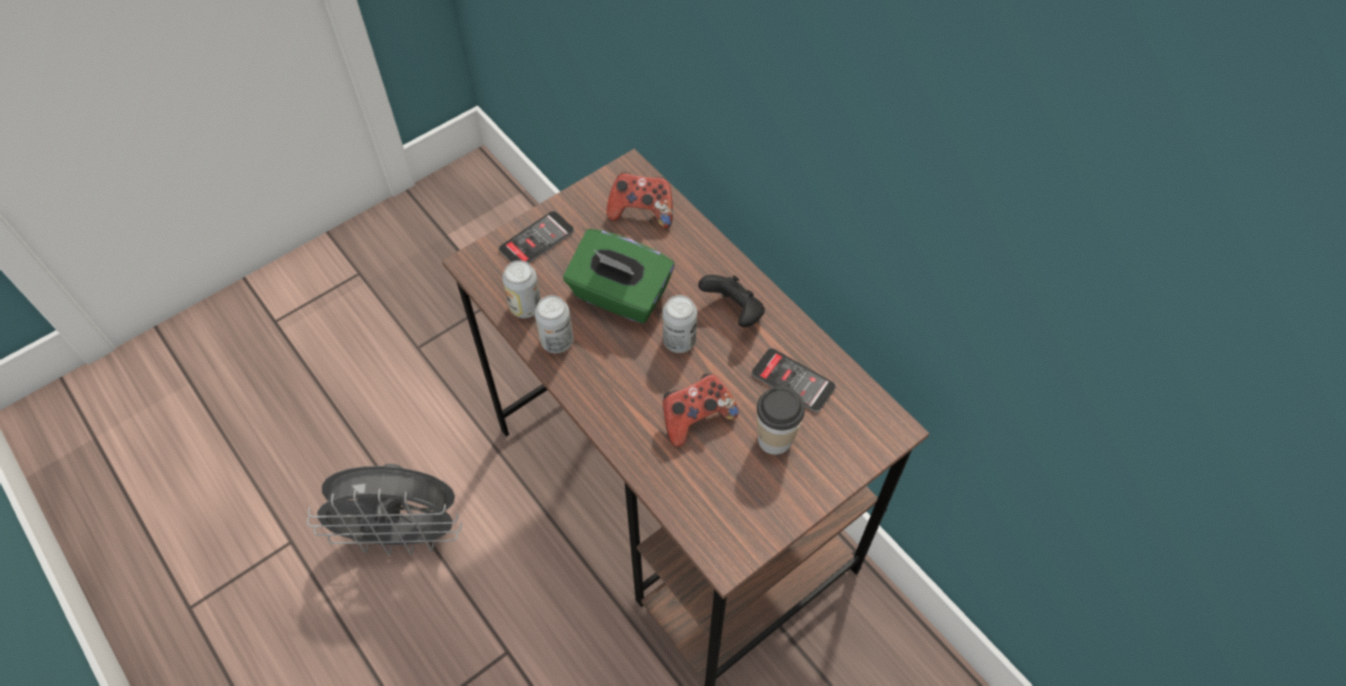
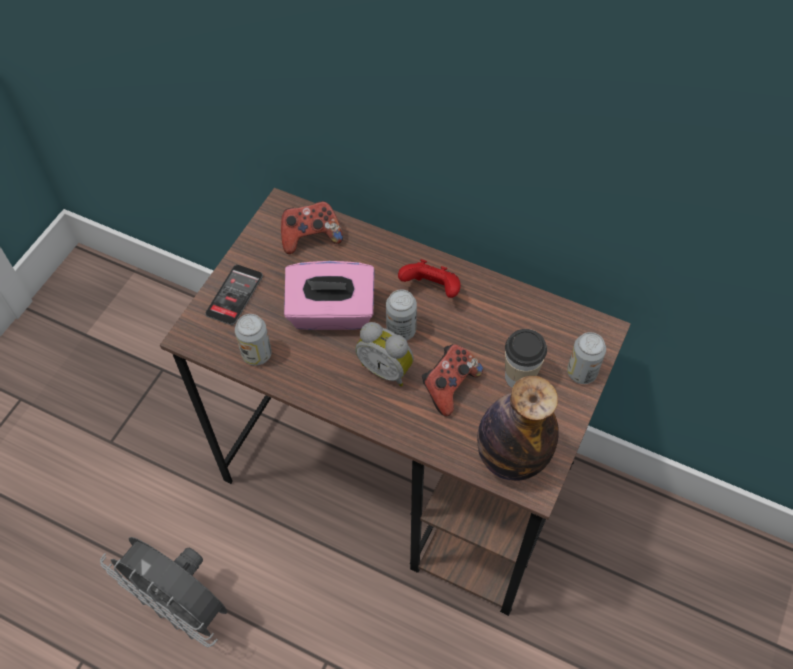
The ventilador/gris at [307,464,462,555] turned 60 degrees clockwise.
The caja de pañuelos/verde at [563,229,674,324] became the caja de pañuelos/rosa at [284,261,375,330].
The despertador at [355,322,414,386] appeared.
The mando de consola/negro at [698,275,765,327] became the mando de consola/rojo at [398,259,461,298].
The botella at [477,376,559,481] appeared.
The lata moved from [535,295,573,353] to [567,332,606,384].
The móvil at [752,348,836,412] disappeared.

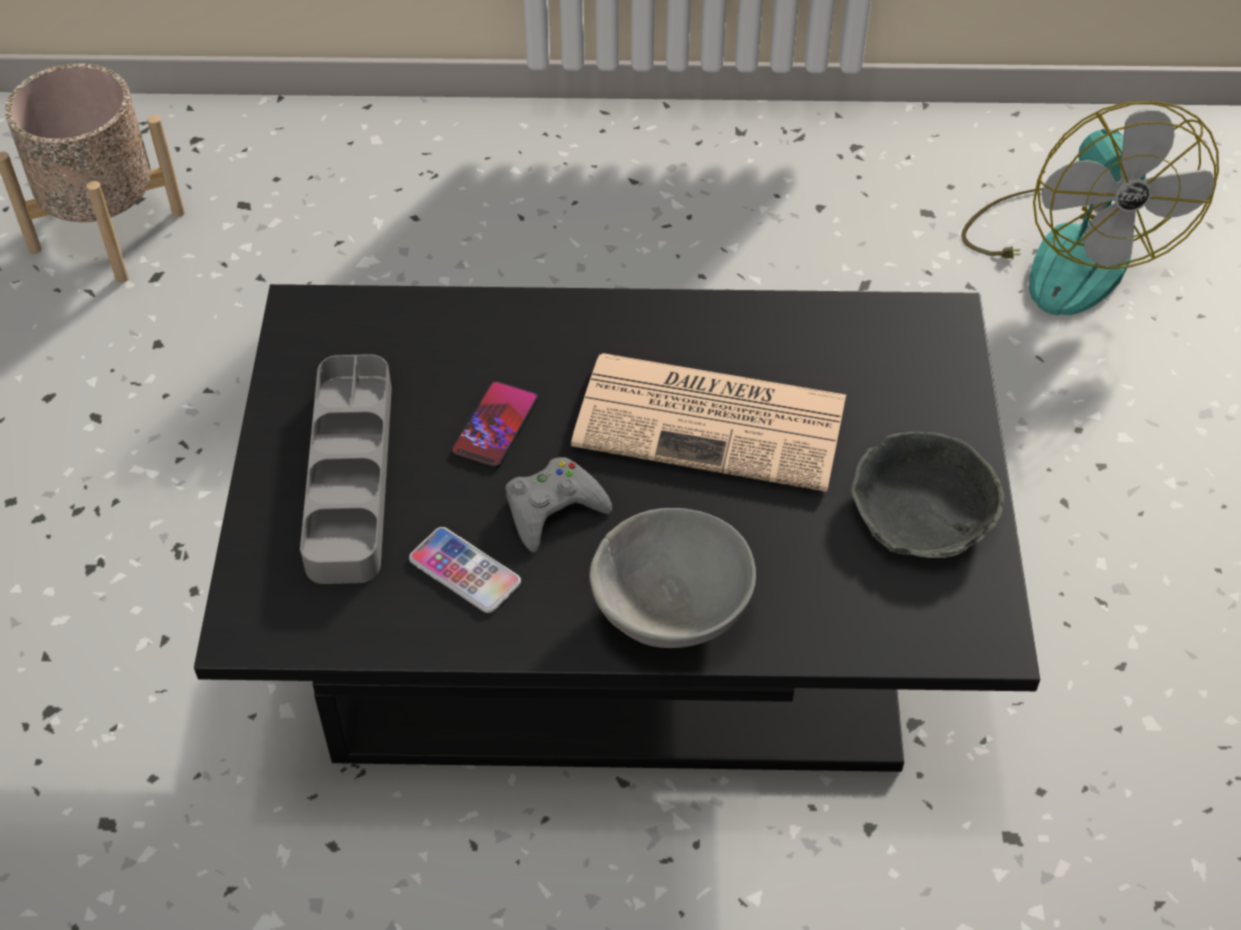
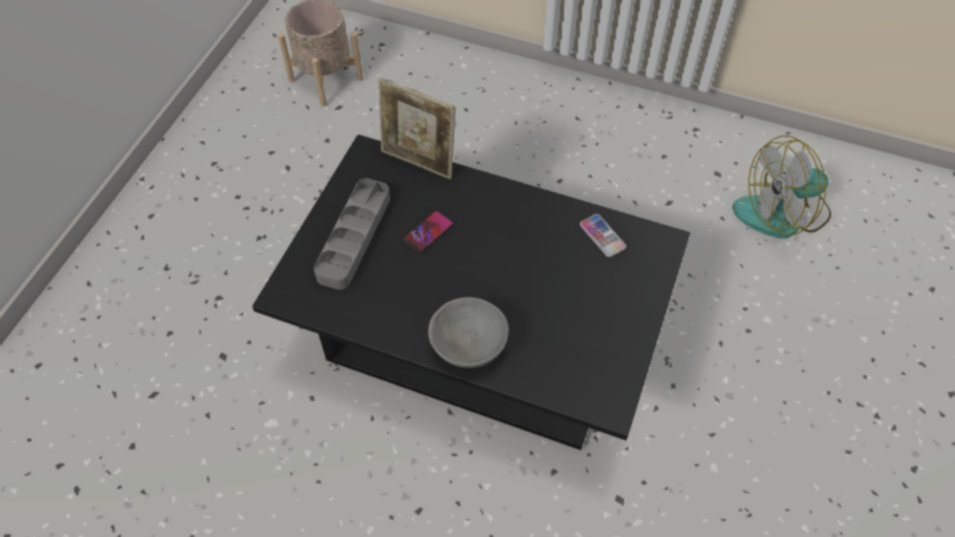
The portarretratos at [378,78,455,180] appeared.
The móvil moved from [409,527,521,613] to [580,214,626,257].
The ventilador at [961,101,1219,315] turned 60 degrees clockwise.
The mando de consola/gris at [505,457,612,552] disappeared.
The periódico at [571,353,846,492] disappeared.
The cuenco/gris at [851,432,1004,558] disappeared.

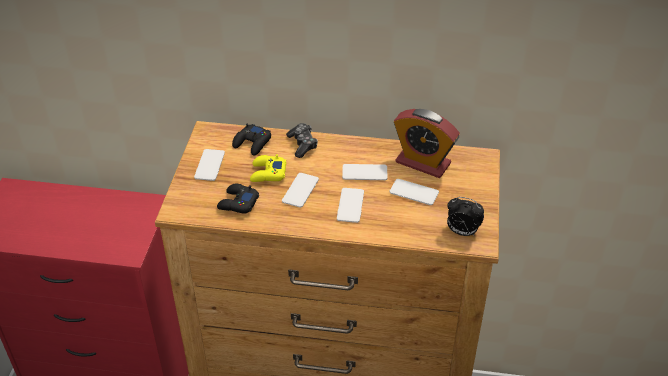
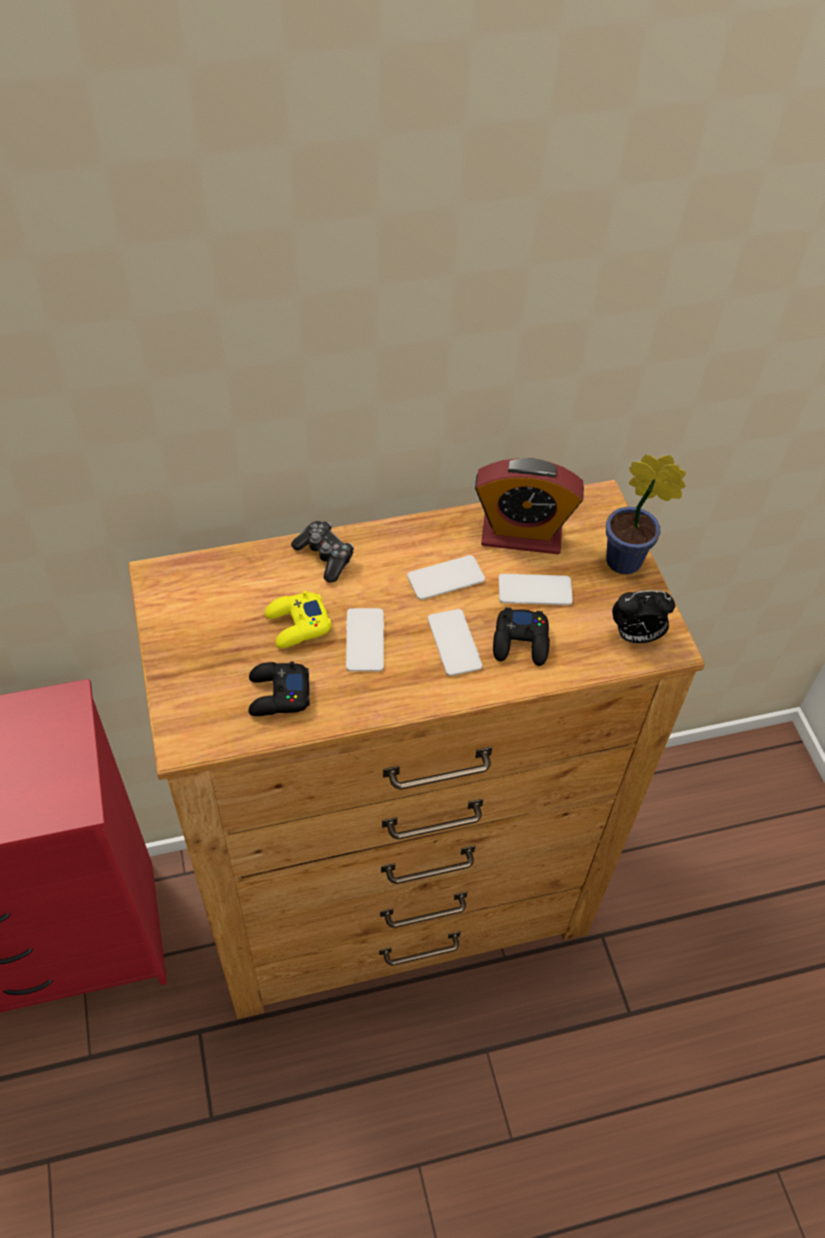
The mando de consola/negro moved from [232,124,271,156] to [493,607,550,666].
The planta en maceta at [606,455,686,574] appeared.
The móvil at [194,149,225,181] disappeared.

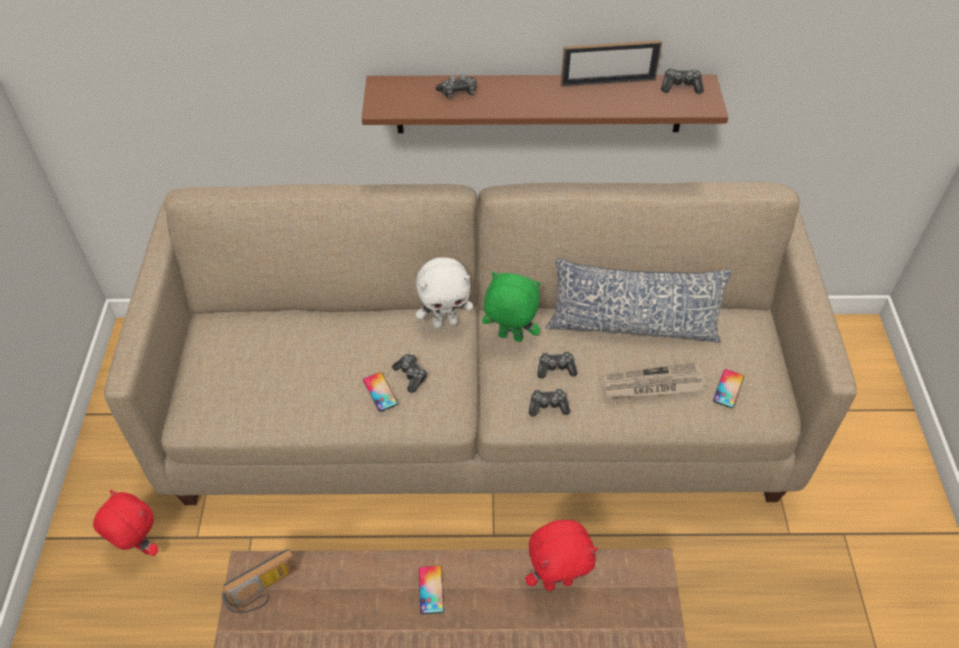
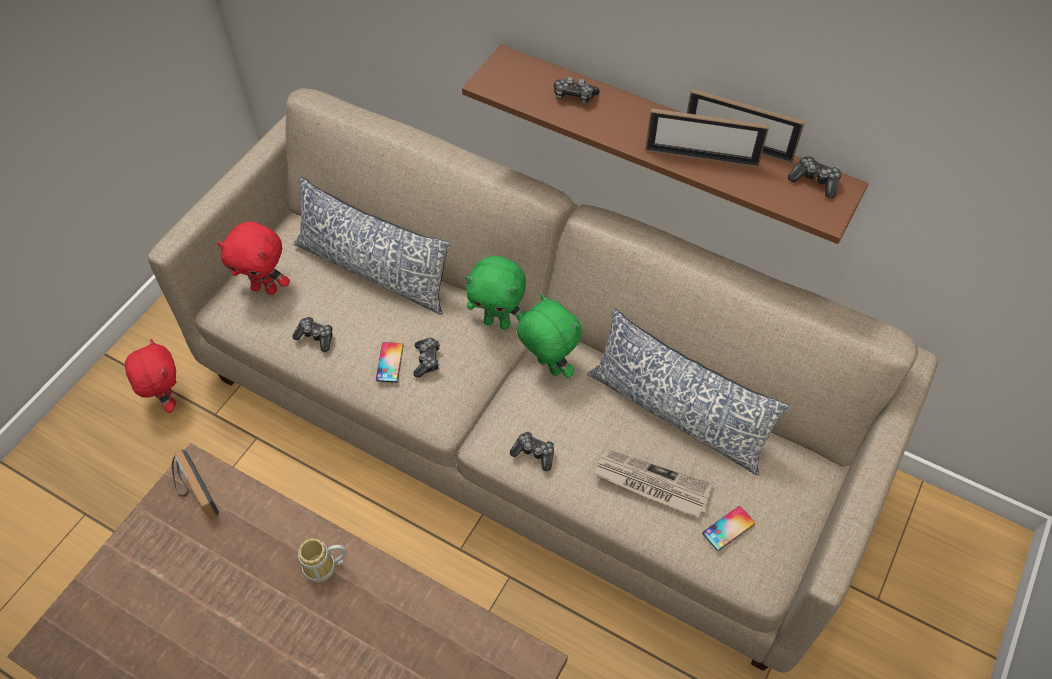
The radio at [222,549,298,613] turned 60 degrees clockwise.
The peluche/rojo moved from [525,520,598,591] to [217,222,290,295].
The mando de consola moved from [537,351,578,378] to [292,317,332,352].
The cojín at [293,177,451,315] appeared.
The móvil at [419,566,444,614] was replaced by the taza grande at [298,538,347,583].
The peluche/blanco at [416,257,473,328] became the peluche/verde at [465,256,526,330].
The portarretratos at [645,108,769,167] appeared.

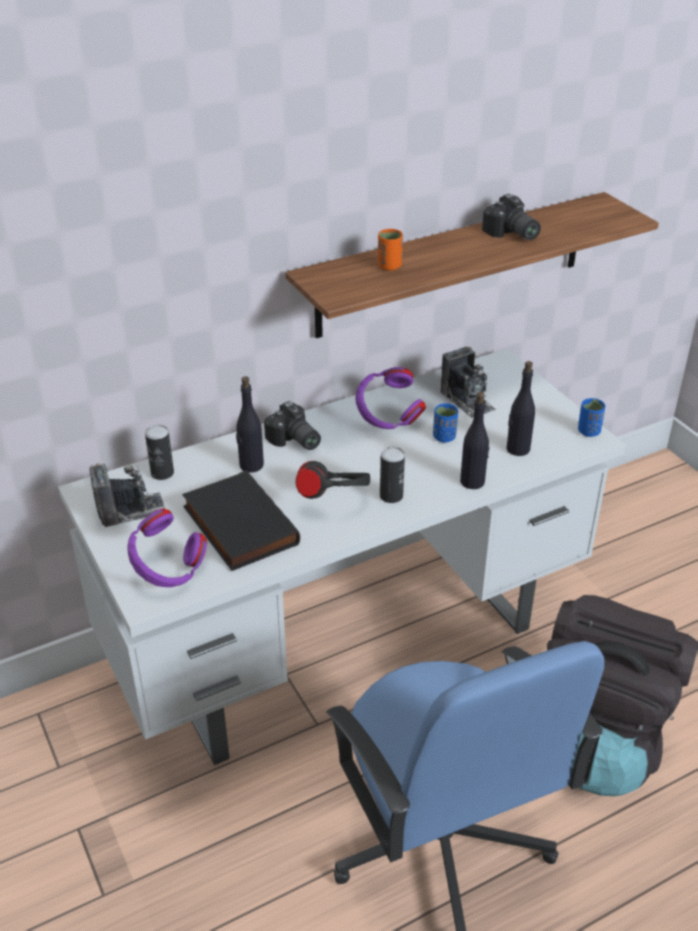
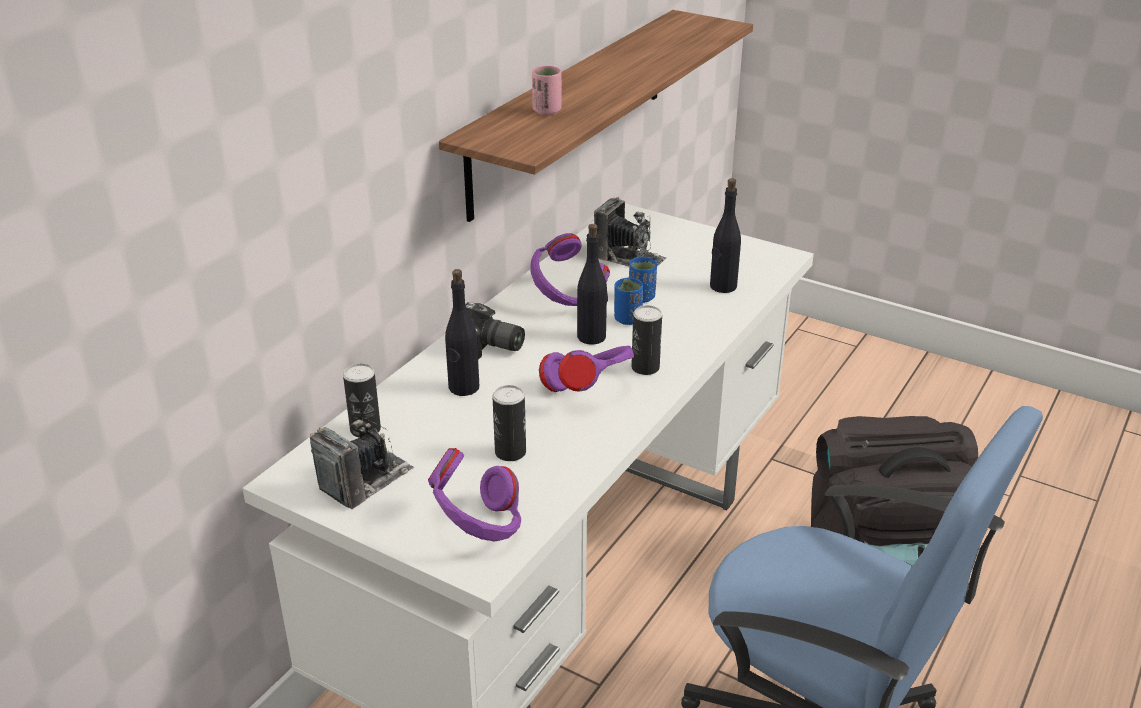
The libro/negro at [182,470,300,571] was replaced by the lata at [492,385,526,461].
The taza/naranja at [378,229,403,271] became the taza/rosa at [532,66,562,115].
The auriculares/negro at [296,461,370,499] became the auriculares/morado at [539,346,634,392].
The botella/negro moved from [460,392,489,489] to [577,224,608,345].
The taza/azul moved from [578,398,605,437] to [614,278,643,325].
The cámara at [482,194,541,240] disappeared.

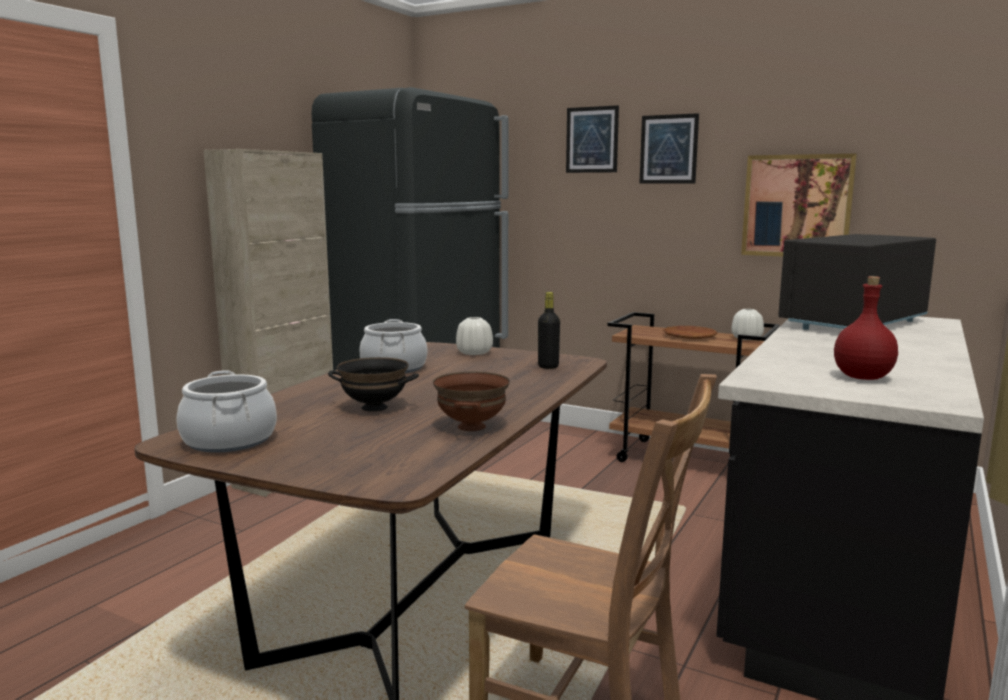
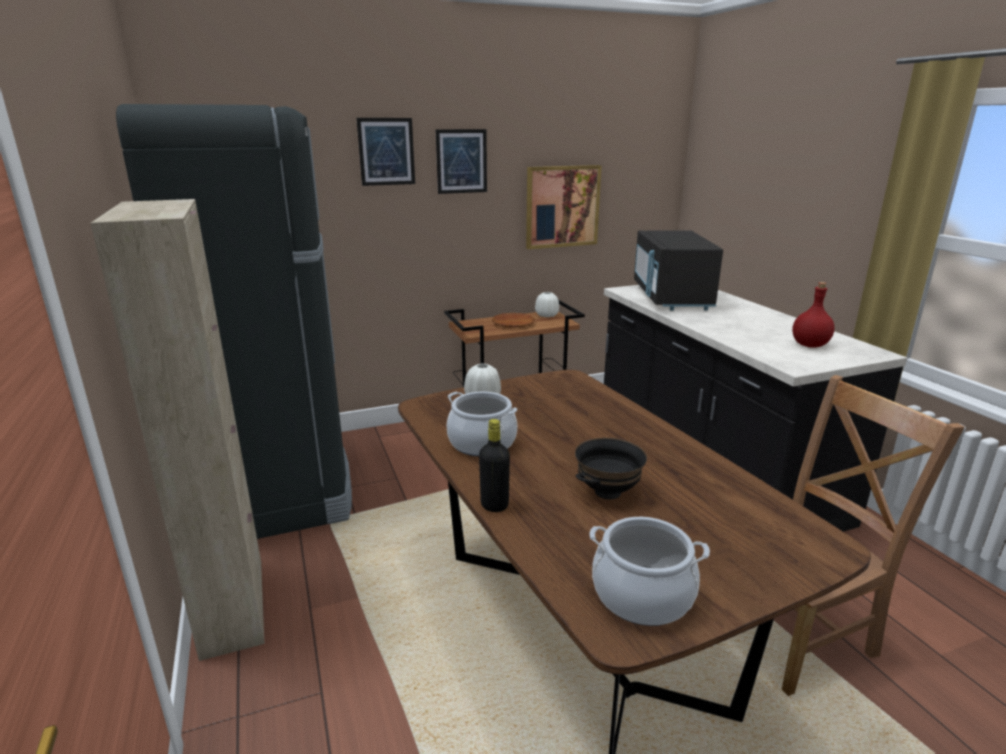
The botella/negro moved from [538,292,560,369] to [479,419,510,512].
The cuenco/marrón at [433,372,510,431] disappeared.

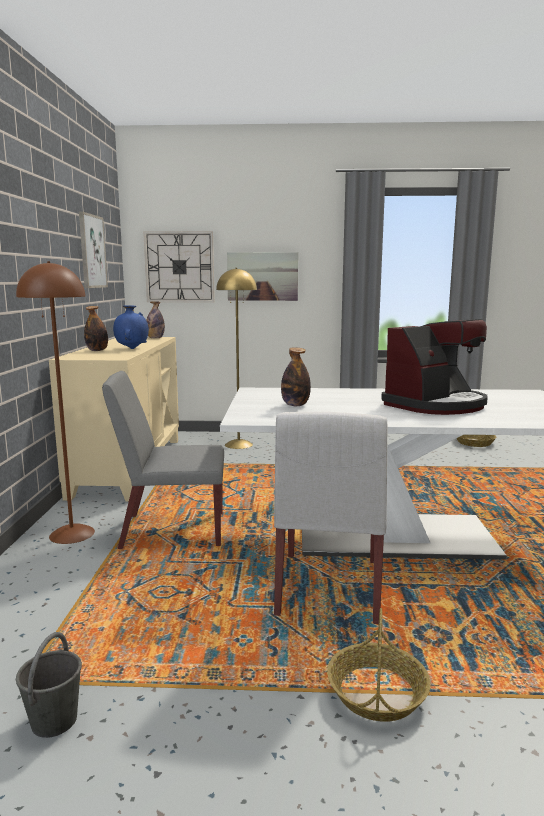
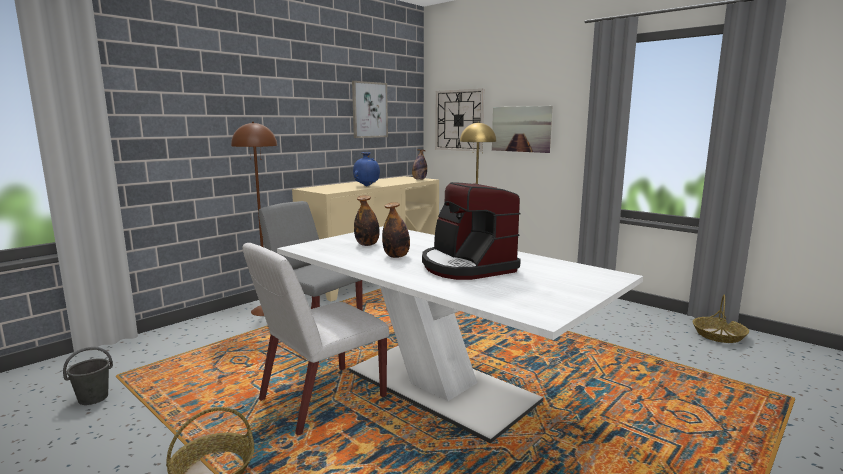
The botella moved from [84,306,108,351] to [382,202,410,258].
The cafetera at [381,319,488,415] turned 60 degrees clockwise.

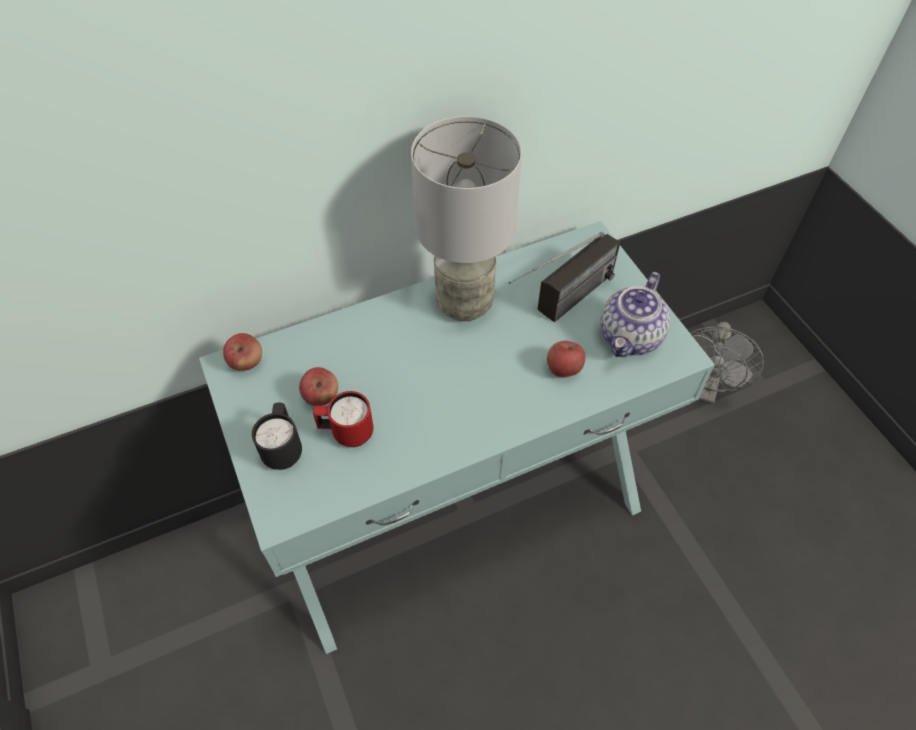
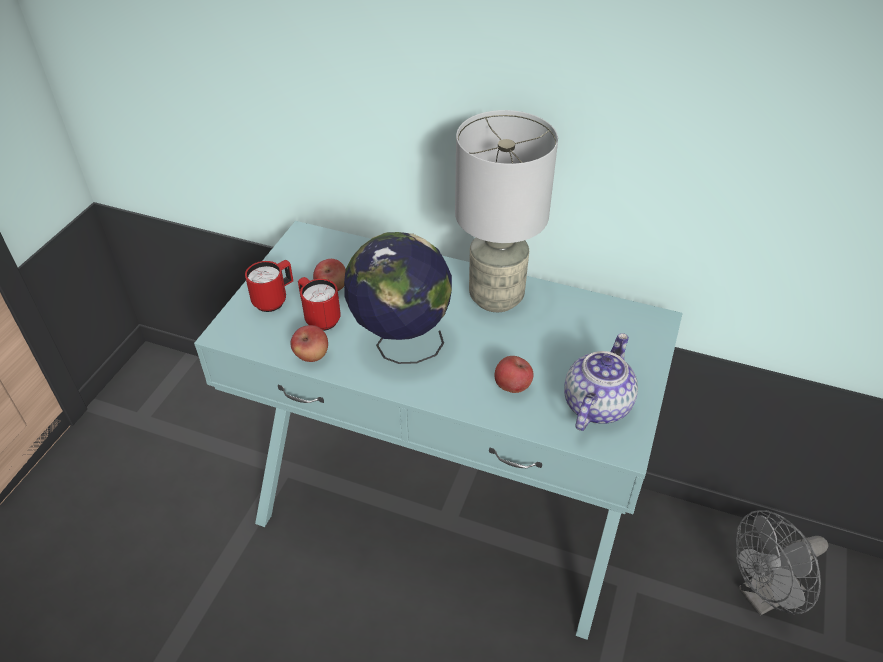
The taza grande/negro at [252,402,302,470] became the taza grande/rojo at [245,260,293,312].
The manzana moved from [223,333,262,371] to [291,325,328,362].
The globo terráqueo at [344,232,452,364] appeared.
The tetera at [600,272,670,357] turned 135 degrees clockwise.
The radio at [509,232,620,323] disappeared.

